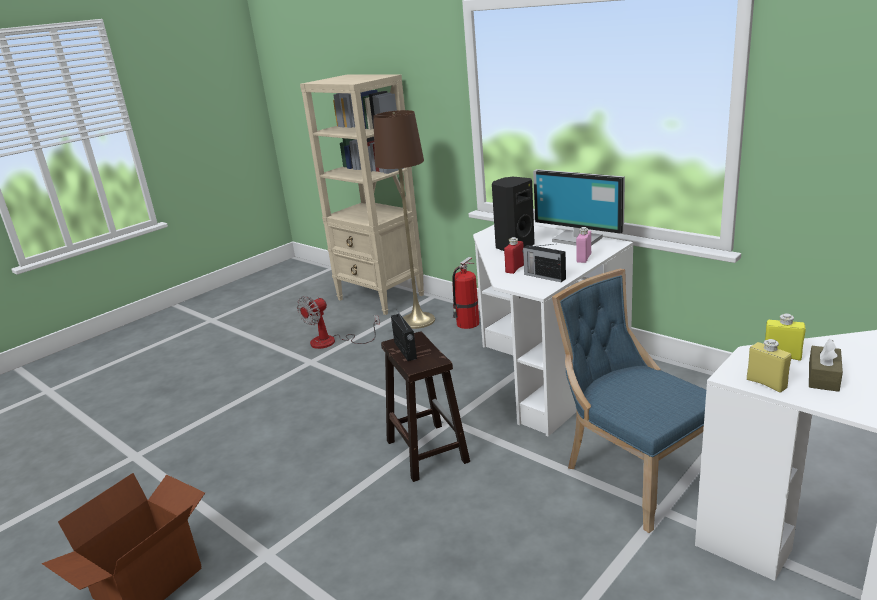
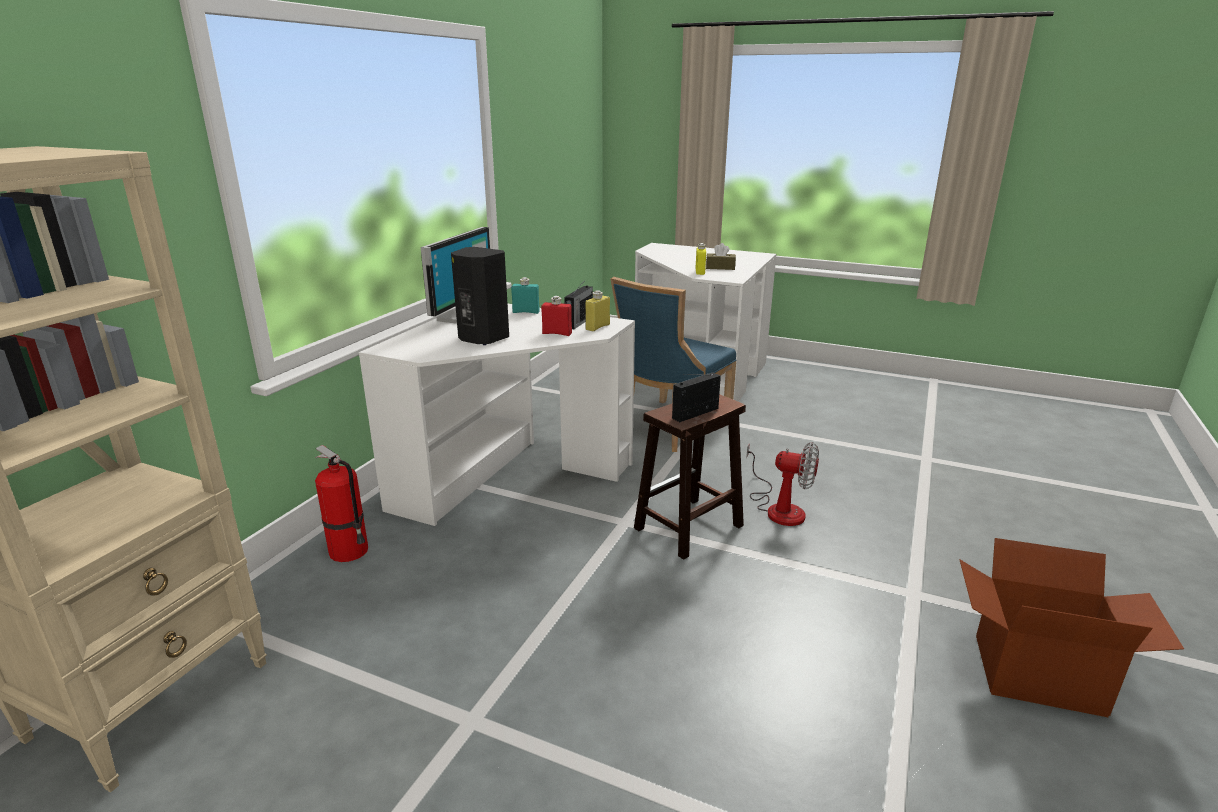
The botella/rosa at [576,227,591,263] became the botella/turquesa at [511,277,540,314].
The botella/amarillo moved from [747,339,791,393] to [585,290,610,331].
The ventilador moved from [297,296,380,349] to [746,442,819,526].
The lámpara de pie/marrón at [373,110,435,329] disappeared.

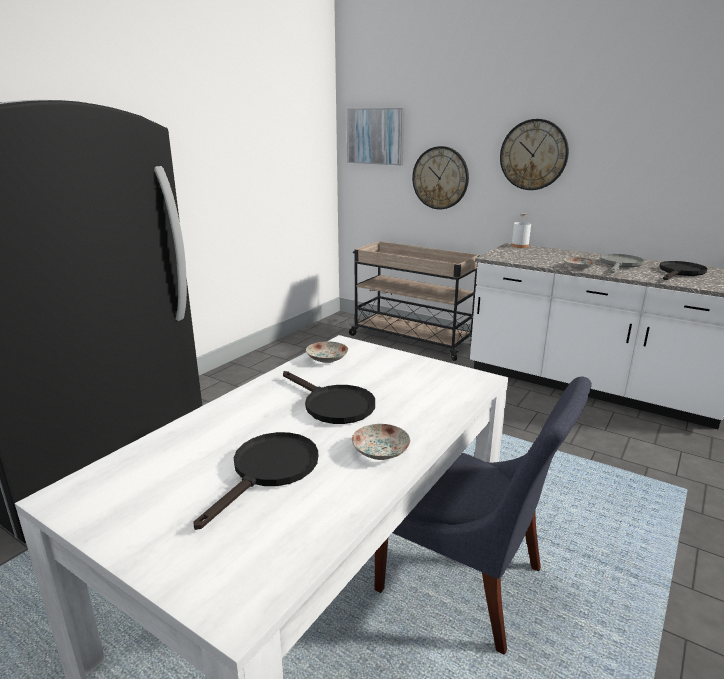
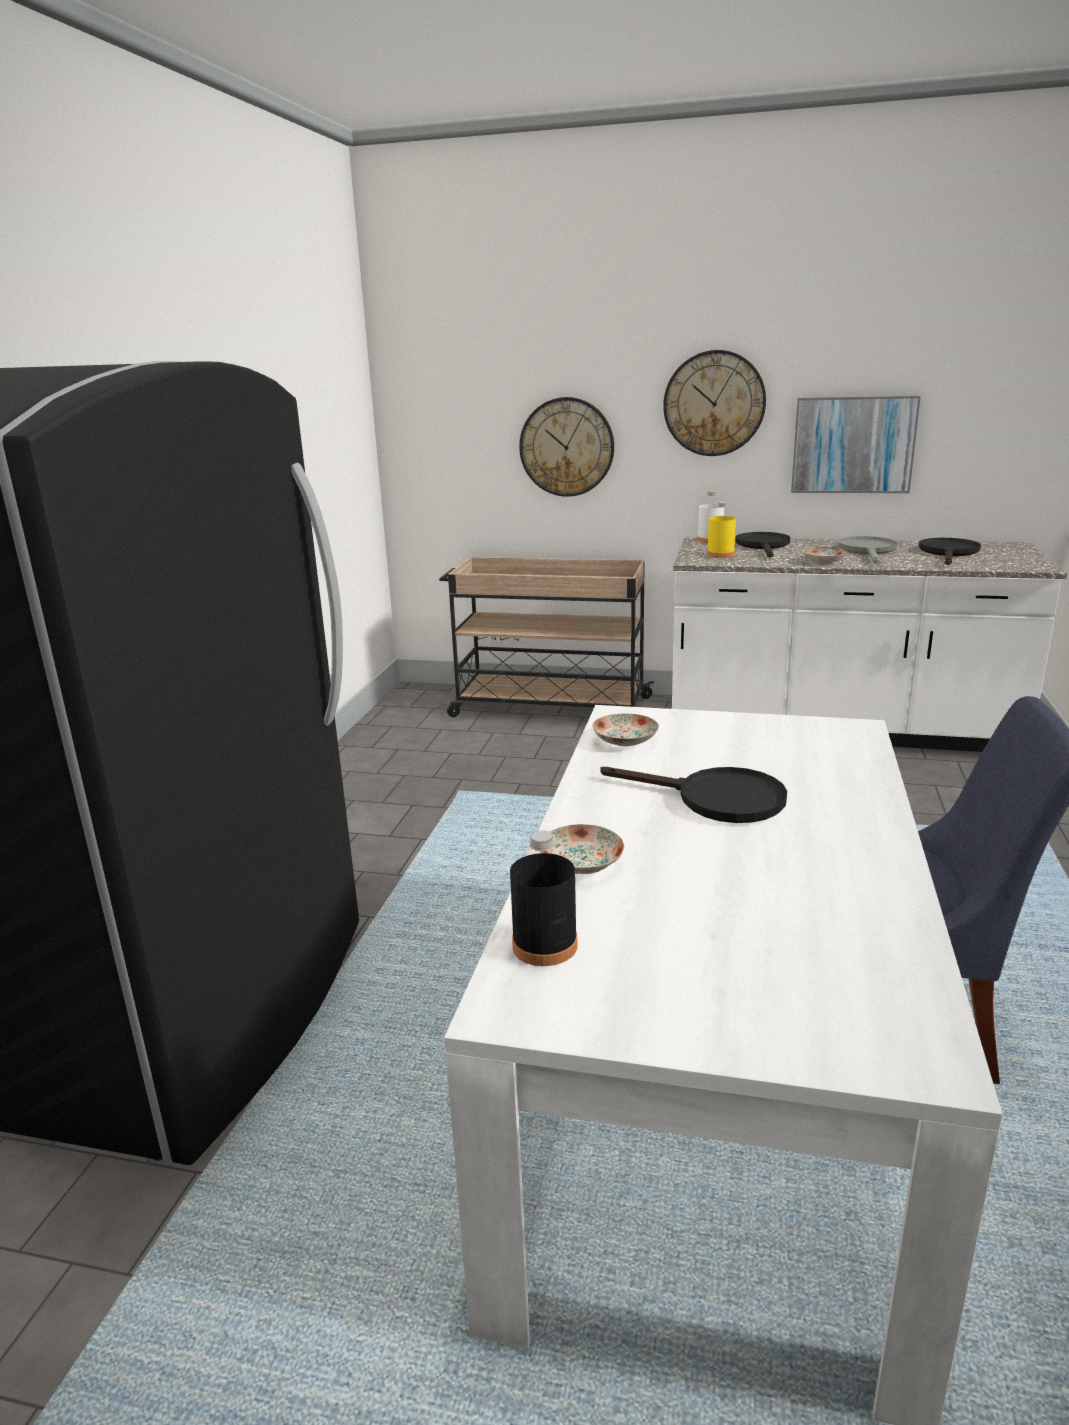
The botella/negro at [510,830,578,966] appeared.
The plato moved from [352,424,410,460] to [540,824,624,874].
The botella/amarillo at [707,502,736,558] appeared.
The sartén/negro moved from [193,432,318,530] to [735,532,790,558].
The cuadro moved from [347,108,405,165] to [791,396,921,493].

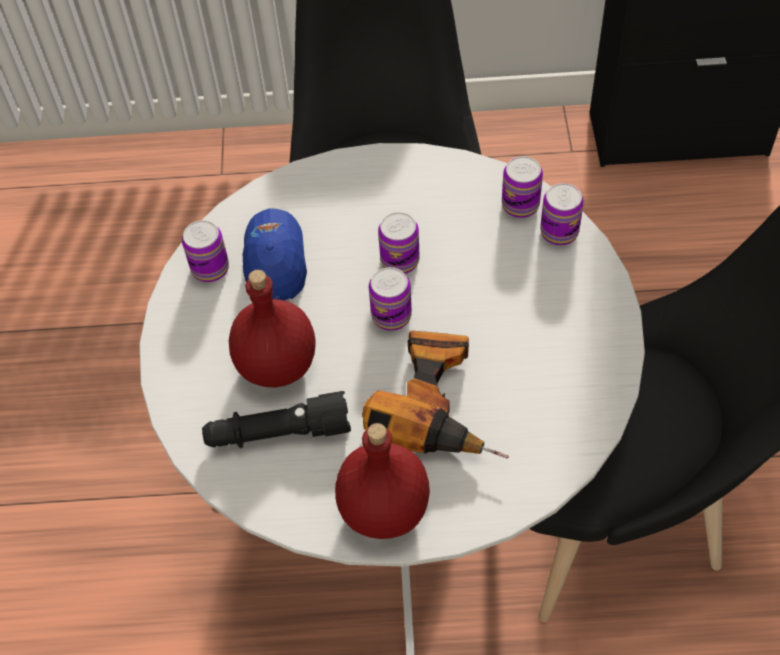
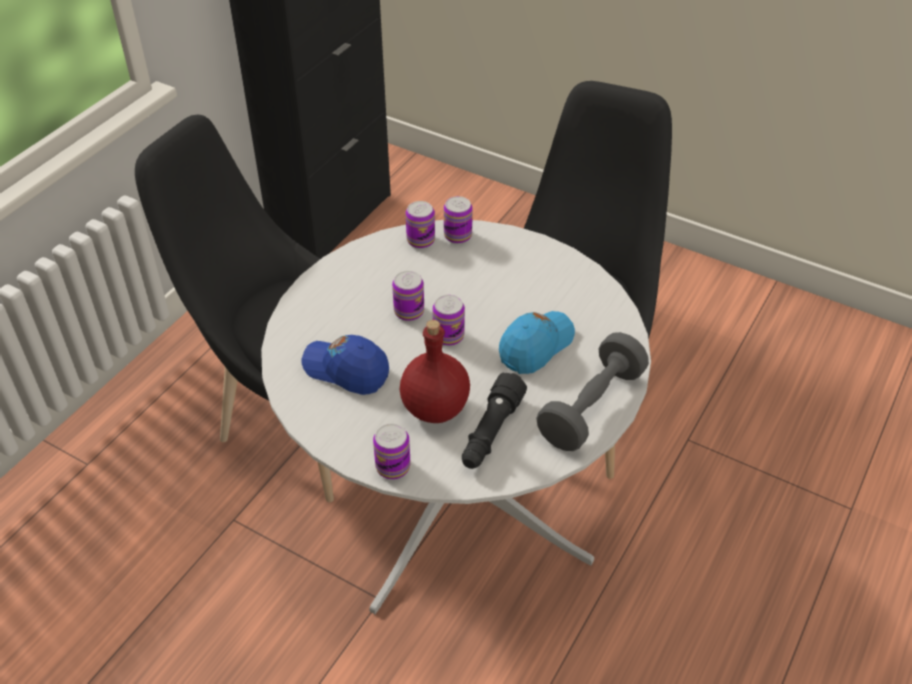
The lata moved from [182,220,229,282] to [373,424,411,479].
The taladro at [362,330,509,459] was replaced by the gorra/azul at [499,311,575,374].
The botella/rojo at [335,423,430,539] was replaced by the mancuerna/gris at [536,332,649,451].

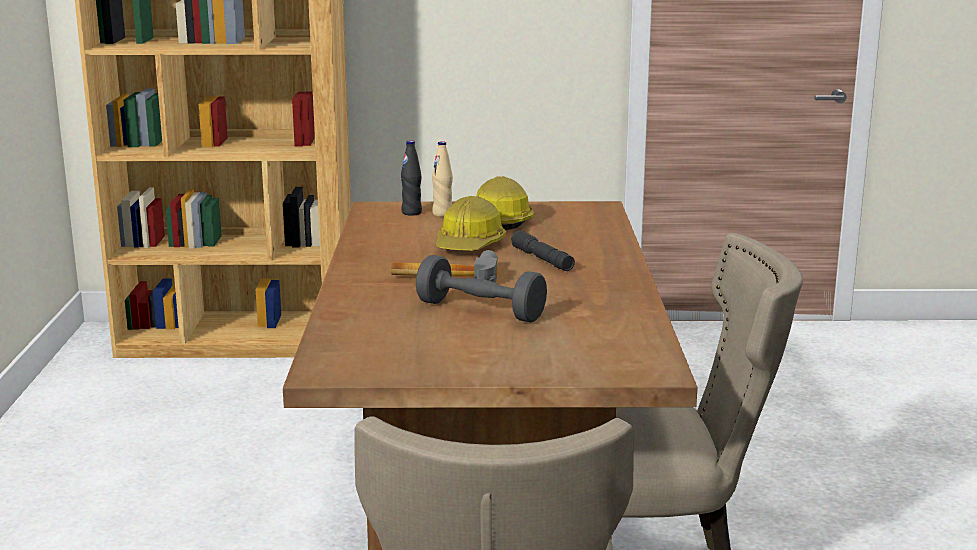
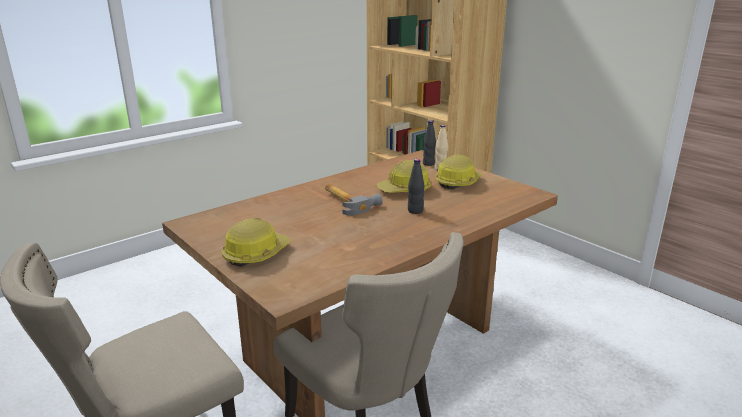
The casco at [222,218,291,267] appeared.
The linterna/gris at [511,230,575,271] was replaced by the botella/negro at [408,159,424,214].
The mancuerna/gris at [416,255,547,323] disappeared.

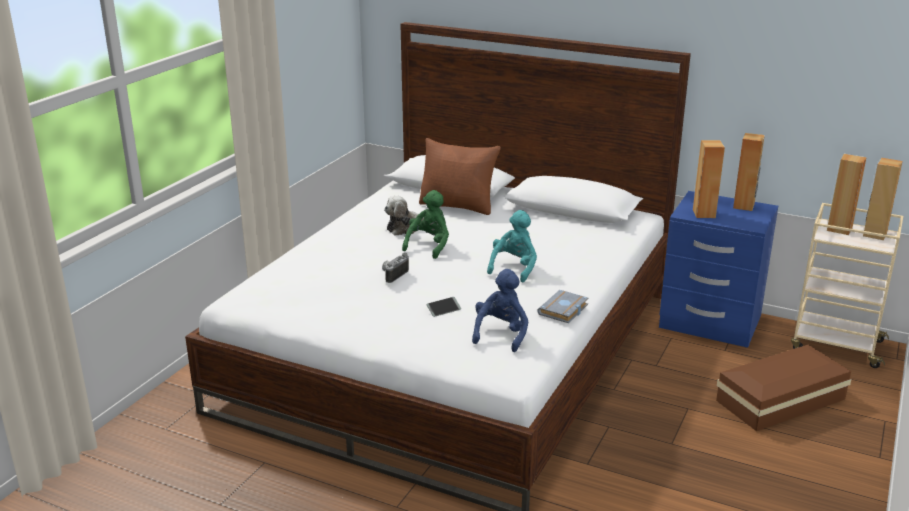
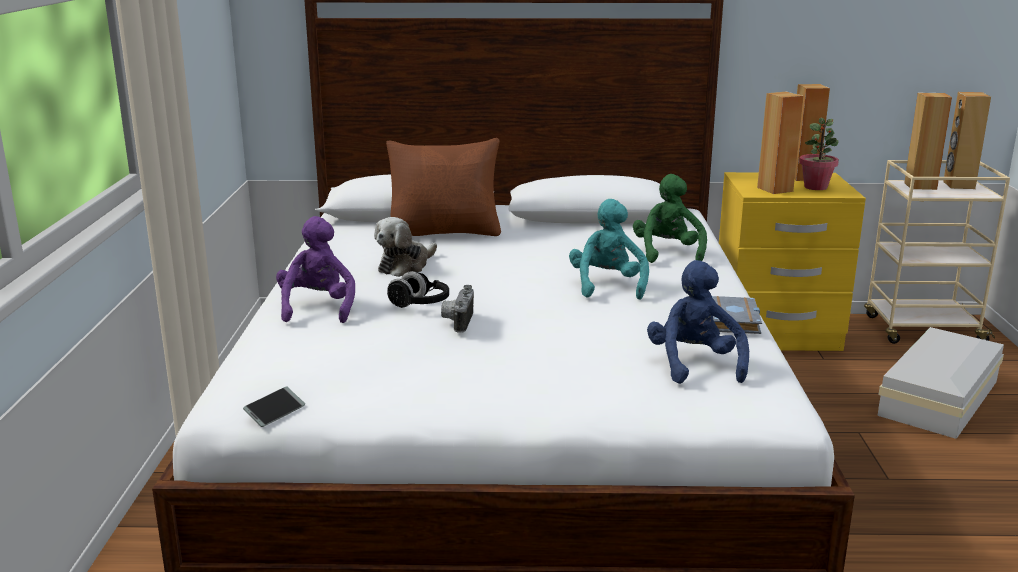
The móvil moved from [426,297,461,317] to [243,387,305,427].
The peluche/morado at [276,216,355,323] appeared.
The auriculares/negro at [387,271,449,308] appeared.
The peluche/verde moved from [402,190,449,259] to [633,174,707,263].
The mesita de noche/azul at [659,191,778,348] became the mesita de noche/amarillo at [719,172,866,351].
The planta en maceta at [799,118,839,190] appeared.
The caja de almacenaje/marrón at [716,345,851,431] became the caja de almacenaje/blanco at [877,327,1004,439].

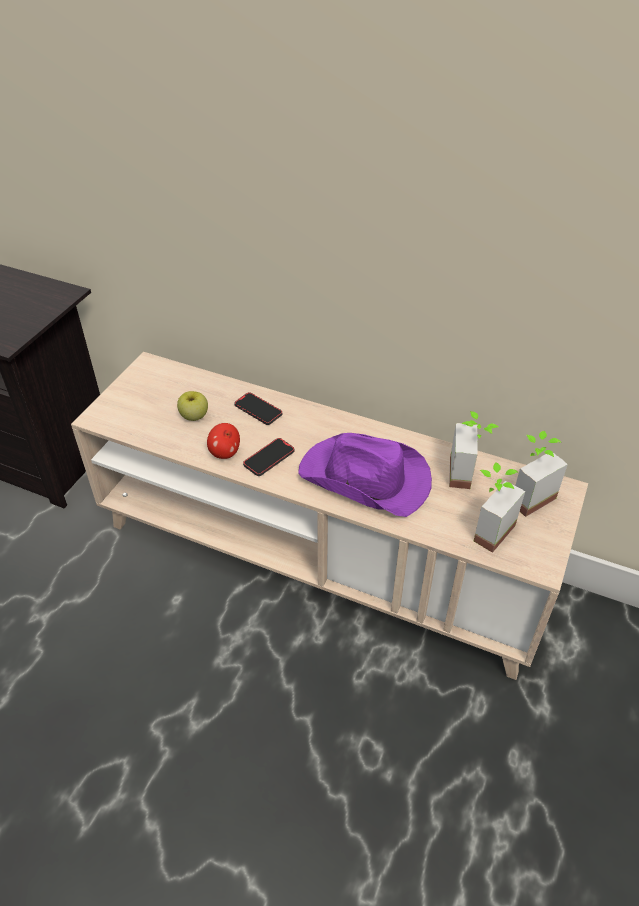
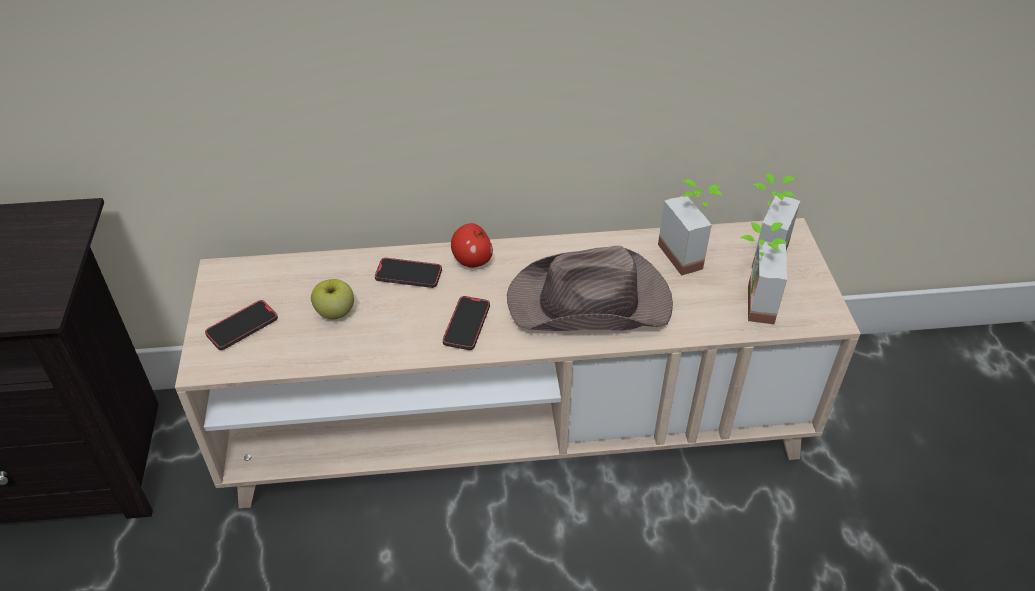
The móvil at [205,300,278,350] appeared.
The manzana moved from [207,423,240,459] to [451,223,493,268].
The sombrero/morado at [298,433,432,517] became the sombrero/marrón at [507,246,673,331].

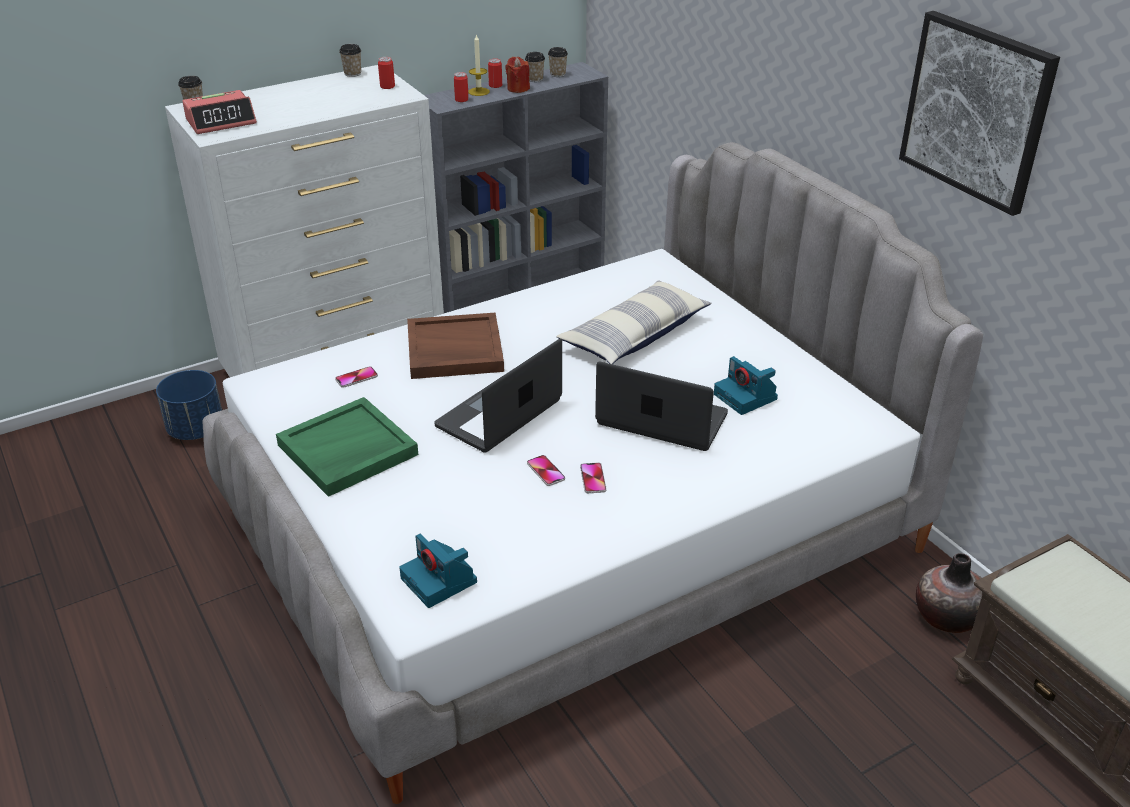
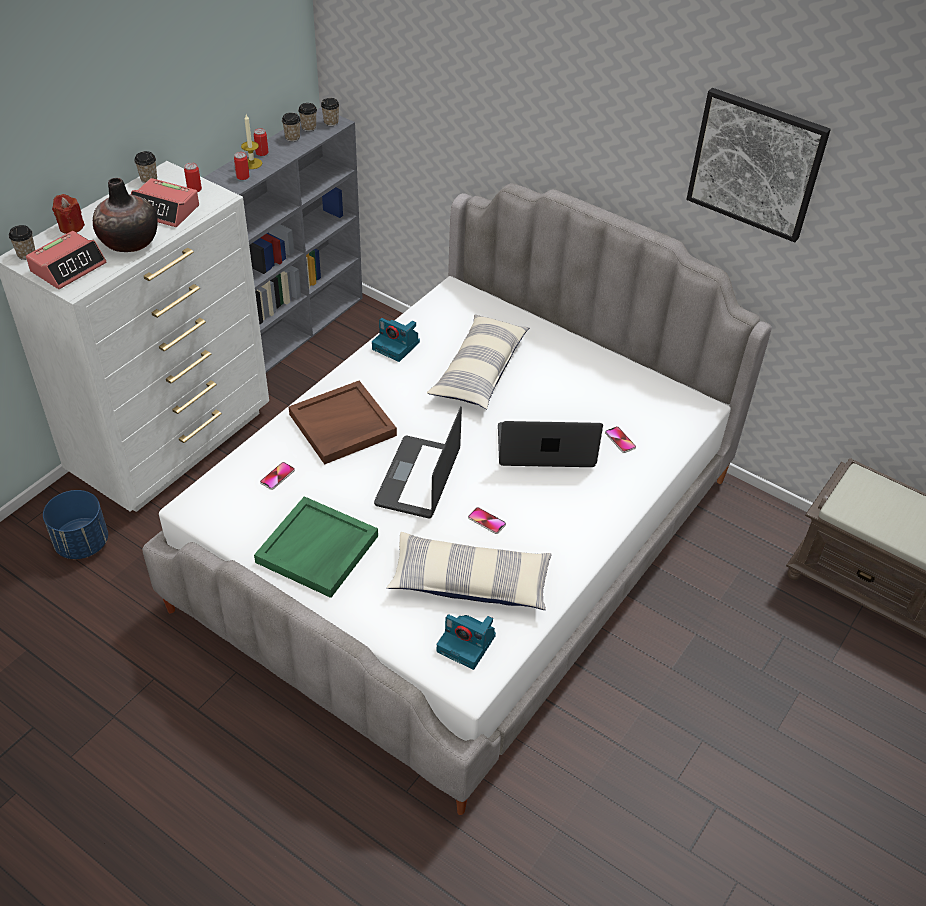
The vela/rojo moved from [505,57,530,93] to [52,194,85,234].
The florero moved from [916,553,982,633] to [93,178,158,252].
The despertador at [131,178,199,227] appeared.
The taza at [321,98,339,126] appeared.
The cámara moved from [714,356,778,415] to [372,318,420,362].
The cojín at [387,532,551,610] appeared.
The móvil moved from [580,463,606,493] to [605,426,636,453].

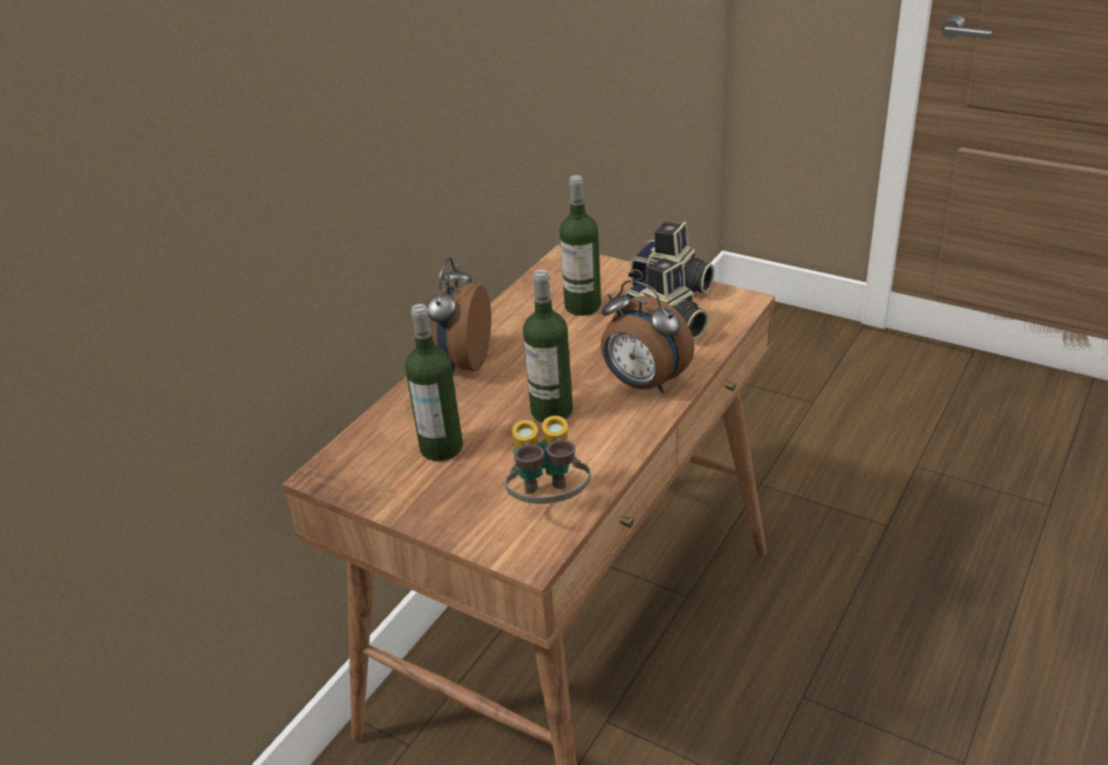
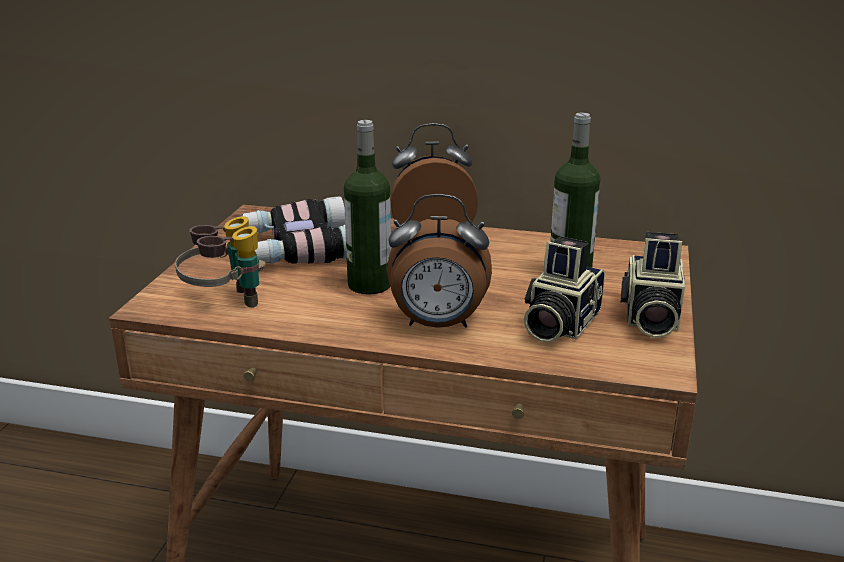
The botella at [405,304,463,461] was replaced by the prismáticos at [242,196,347,264].
The despertador at [601,280,695,393] turned 105 degrees counterclockwise.

